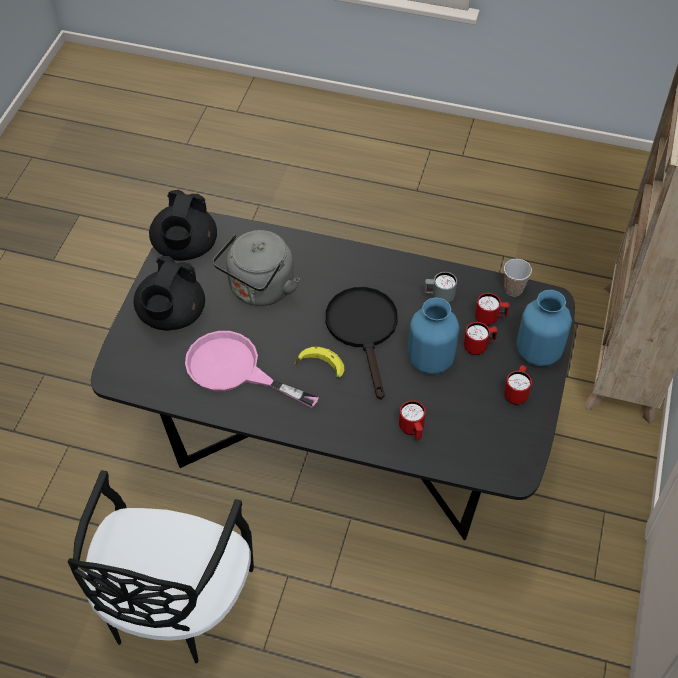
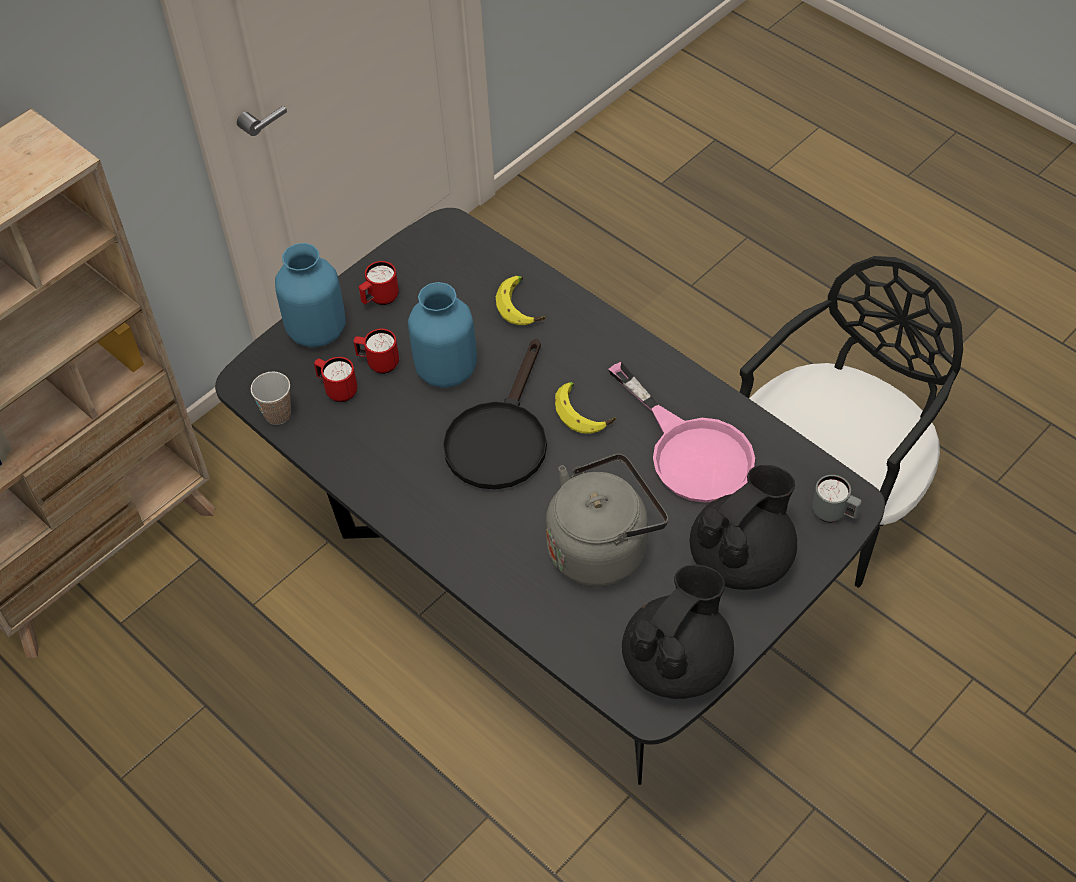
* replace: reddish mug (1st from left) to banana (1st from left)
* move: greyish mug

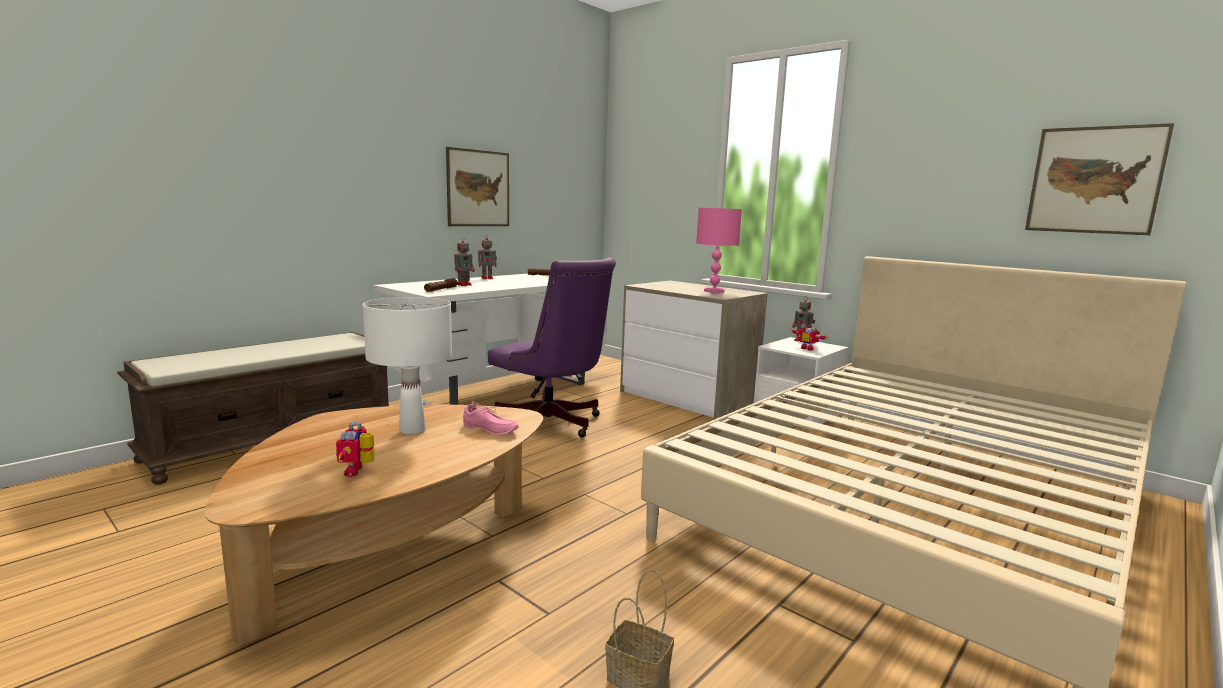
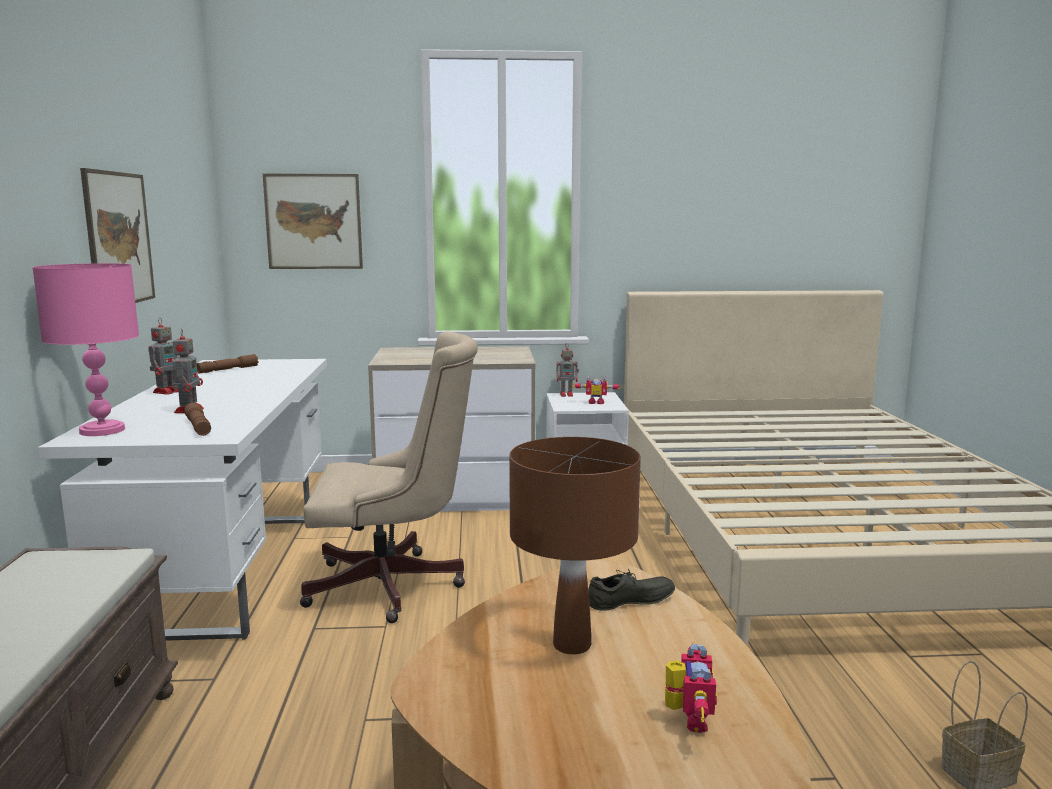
* rotate: robot figure (1st from left in the first image) 120 degrees counterclockwise
* recolor: white-coloured table lamp to brown table lamp
* recolor: pink-coloured low shoe to greyish low shoe
* recolor: purple desk chair to sand-coloured desk chair
* move: pink-coloured table lamp
* move: picture (2nd from left)

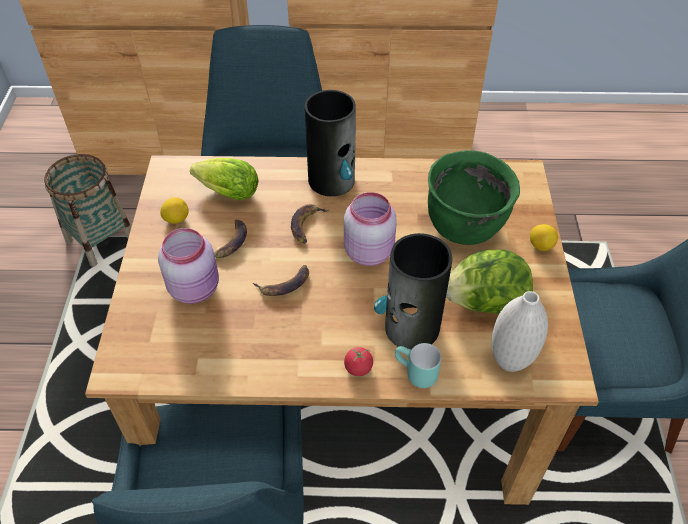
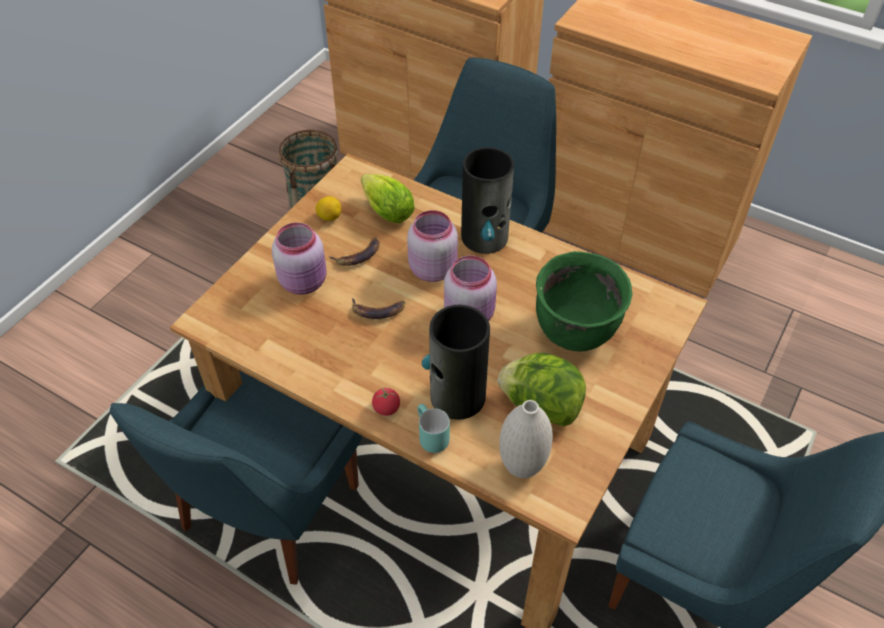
* replace: banana (3rd from left) to pink-coloured preserve jar (2nd from left)
* delete: whole lemon (2nd from left)

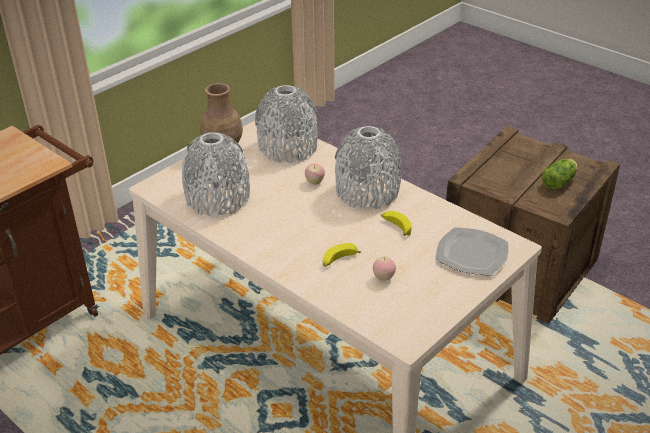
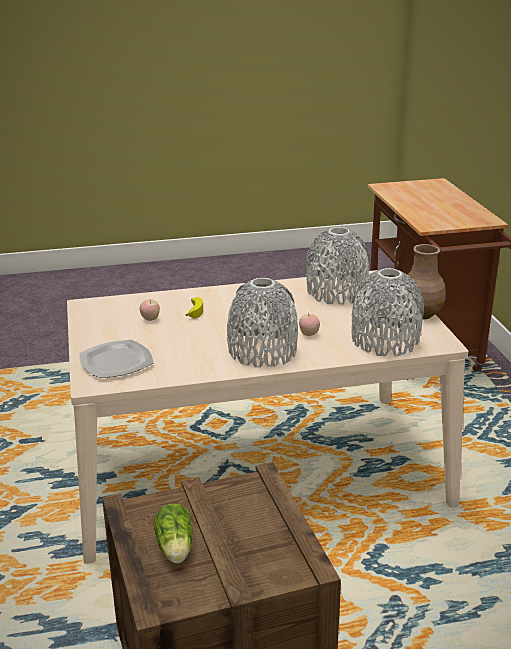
* delete: banana (2nd from left)

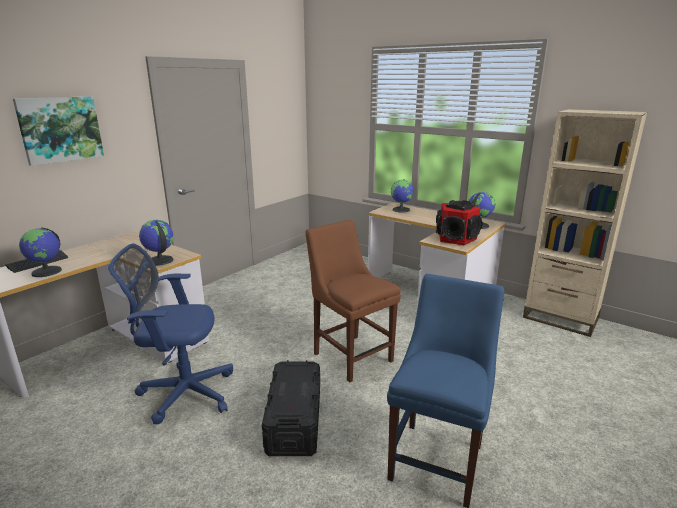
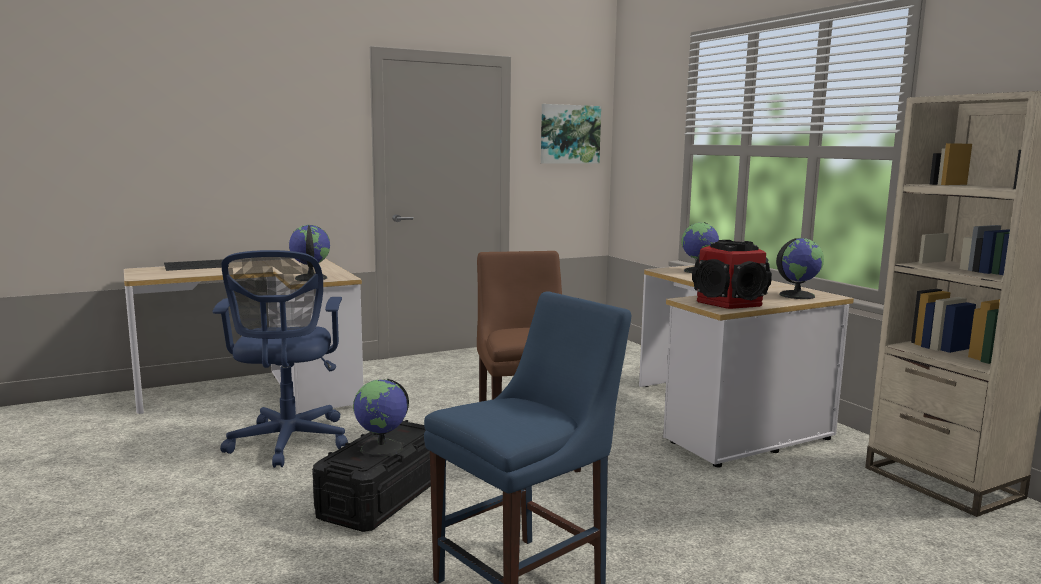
* move: picture
* move: desk globe (1st from left in the first image) to desk globe (2nd from left)
* rotate: blue-coloured desk chair 120 degrees counterclockwise

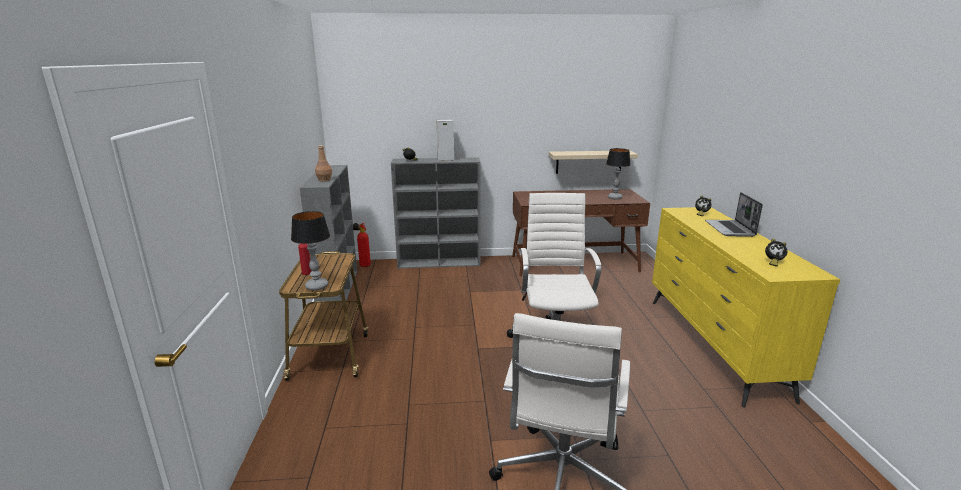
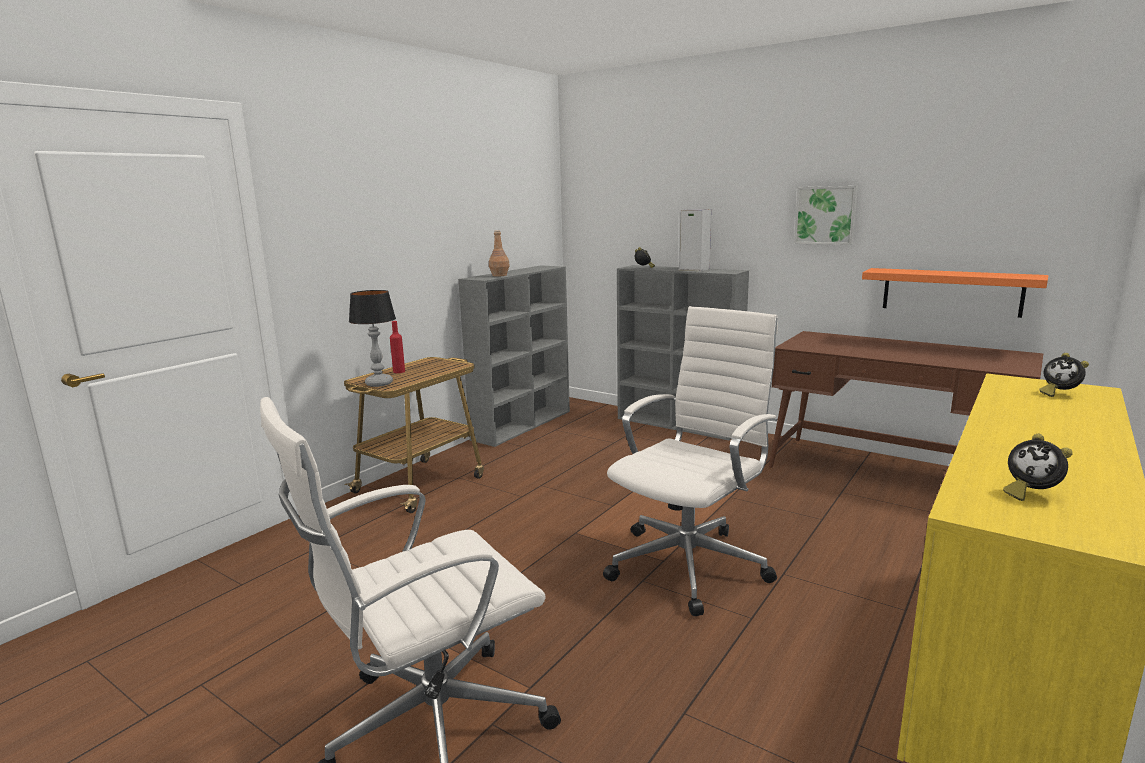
* delete: fire extinguisher
* recolor: sand-coloured shelf to orange-coloured shelf
* delete: table lamp (2nd from left)
* delete: portable computer
* insert: picture

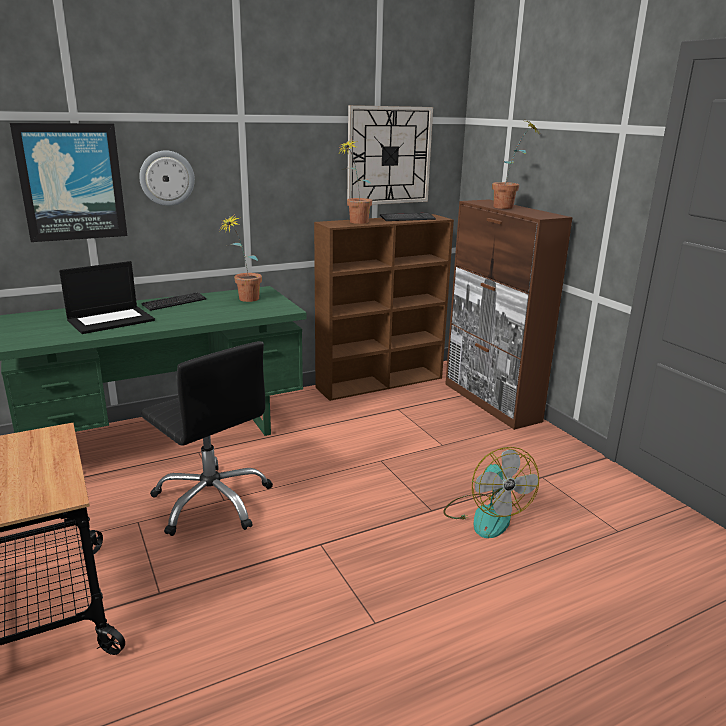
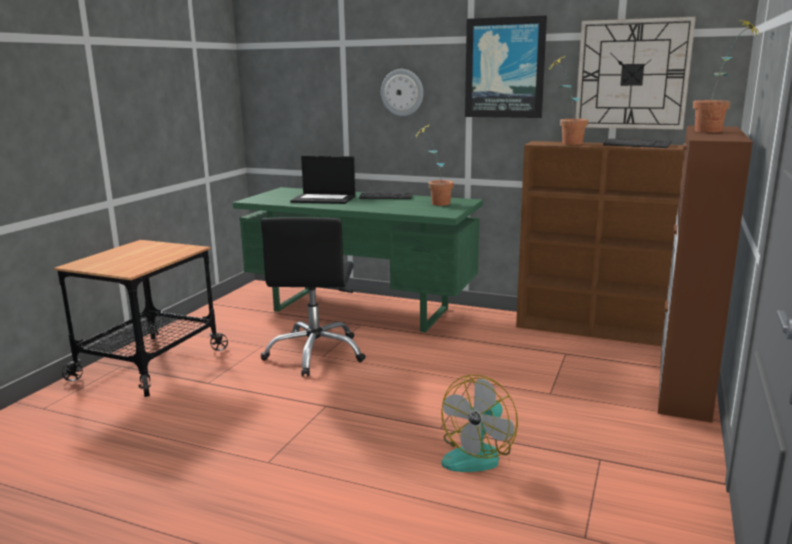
* move: picture

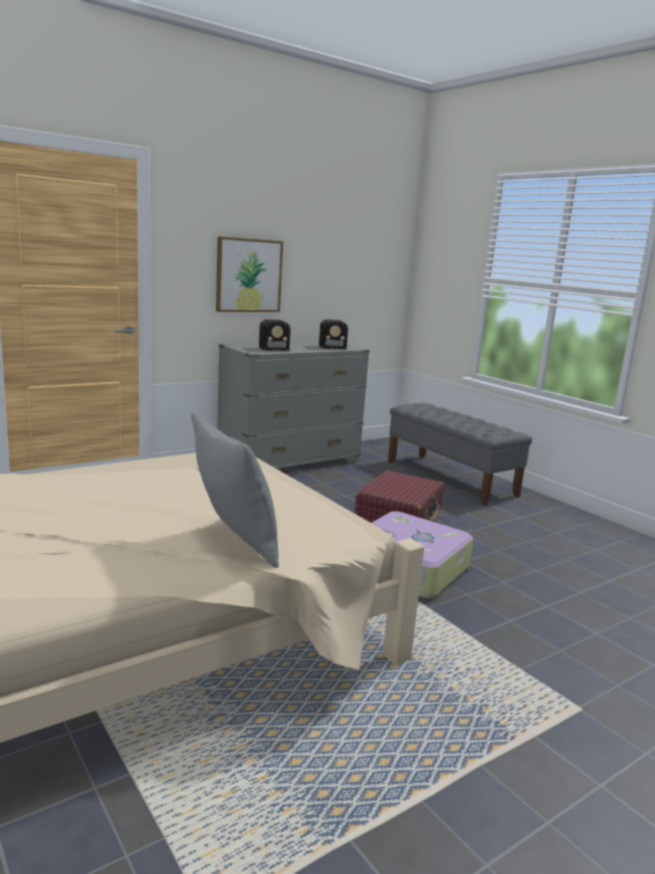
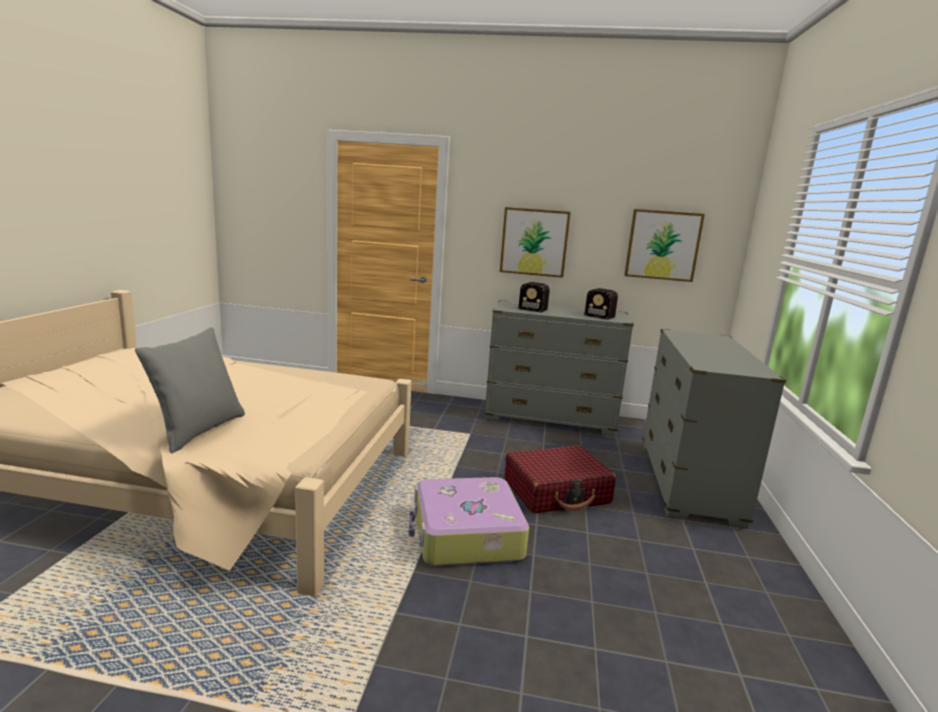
* replace: greyish bench to greyish chest of drawers (2nd from left)
* insert: picture (2nd from left)

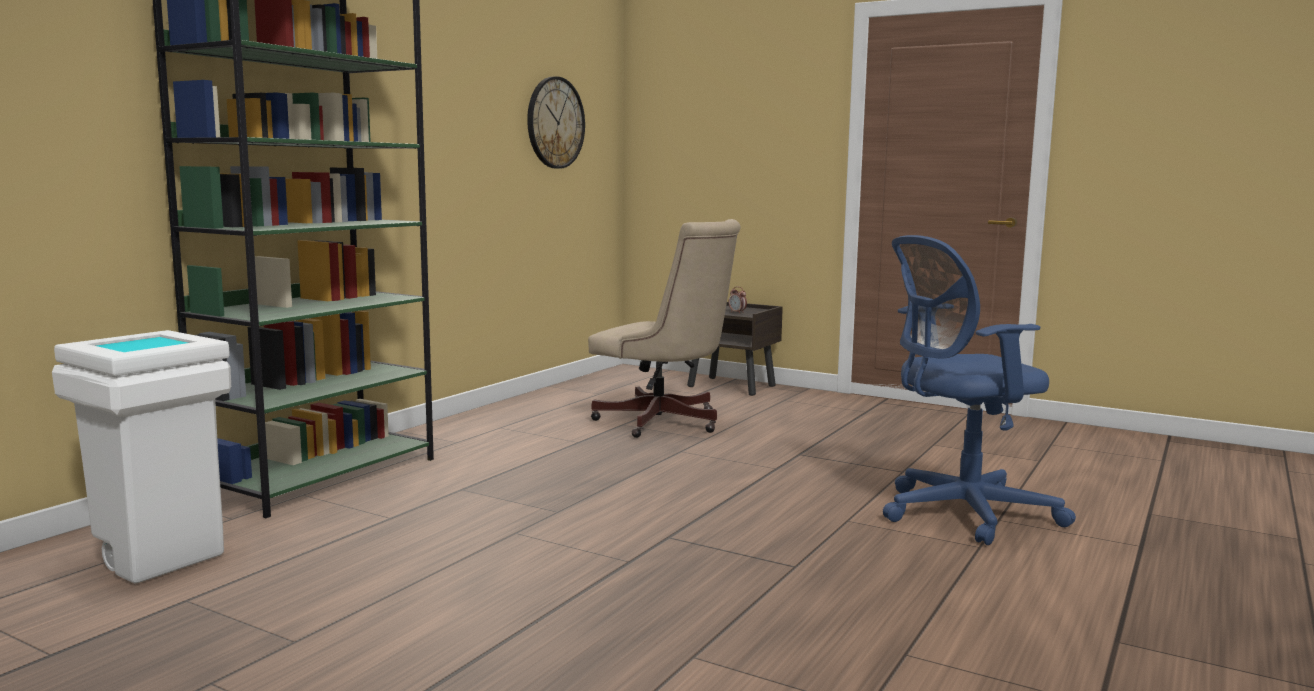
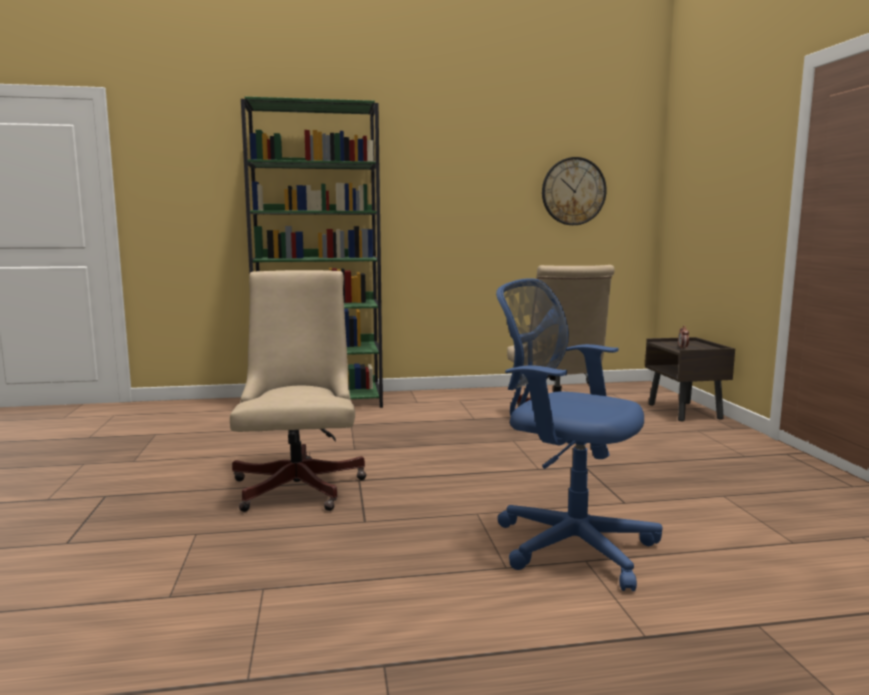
* delete: white-coloured rubbish bin
* insert: sand-coloured desk chair (1st from left)

